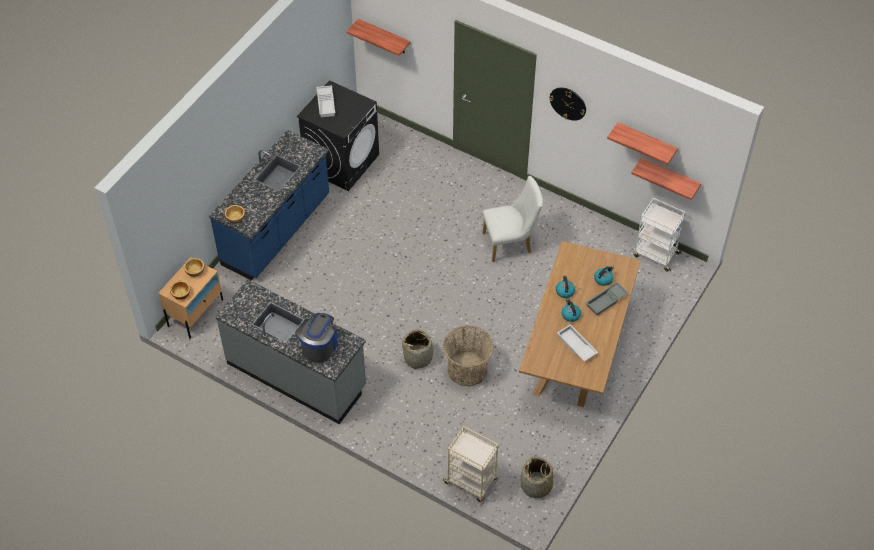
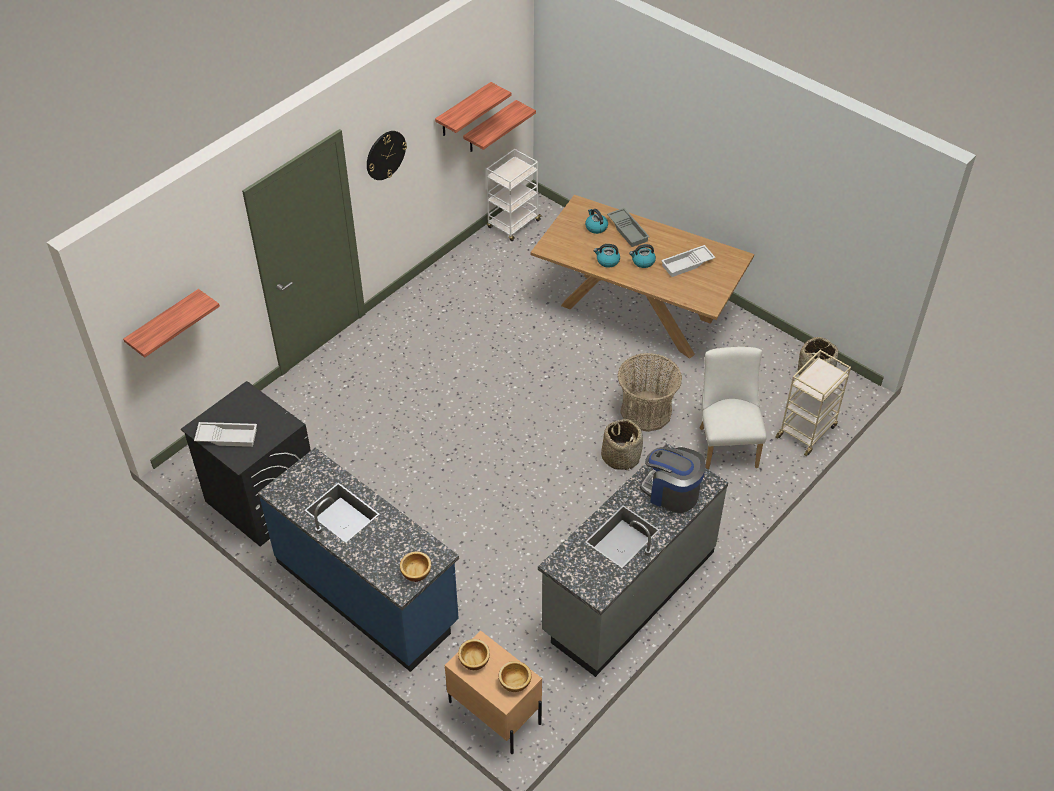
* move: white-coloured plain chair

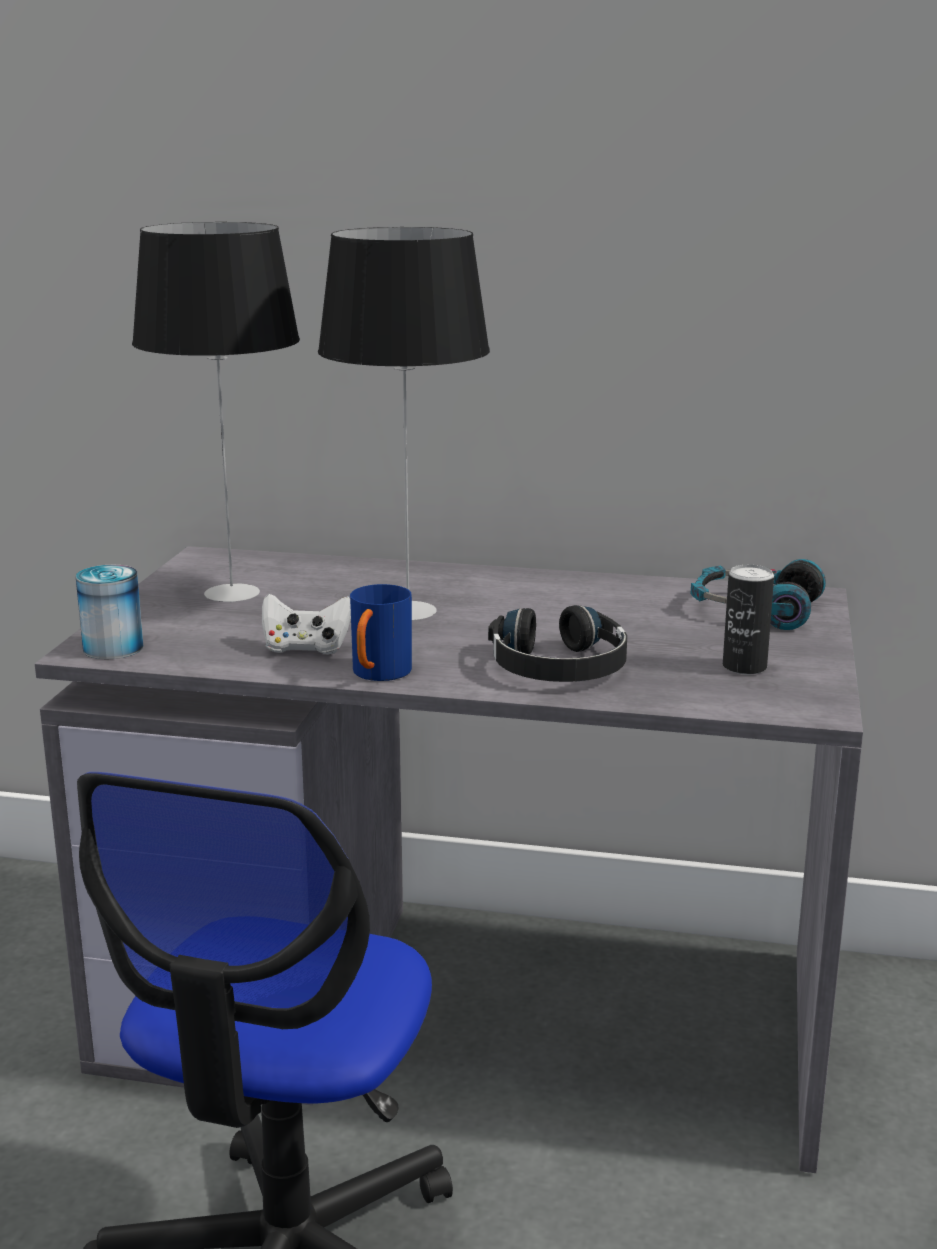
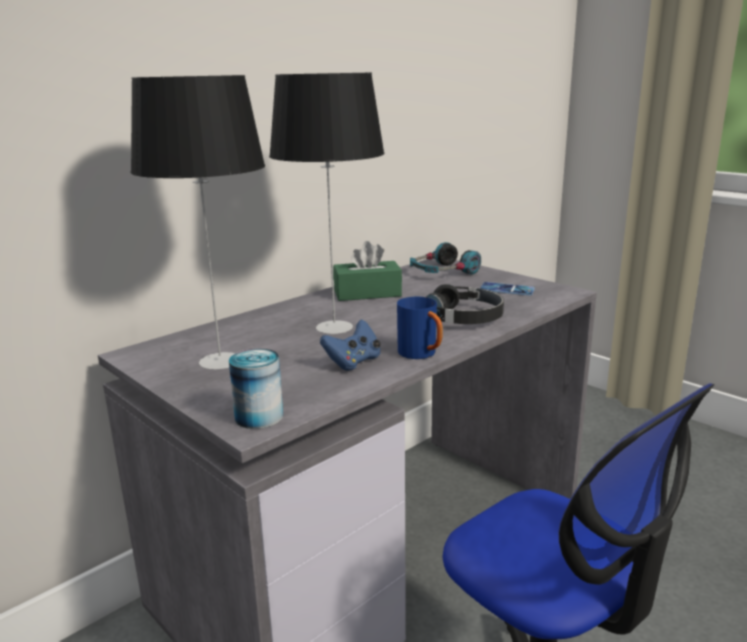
* recolor: white-coloured joypad to blue-coloured joypad
* replace: metal can (2nd from left) to handset
* insert: greenish tissue holder

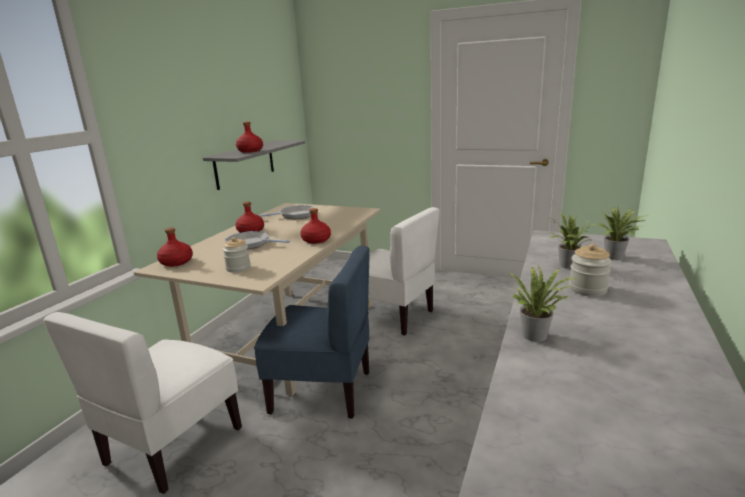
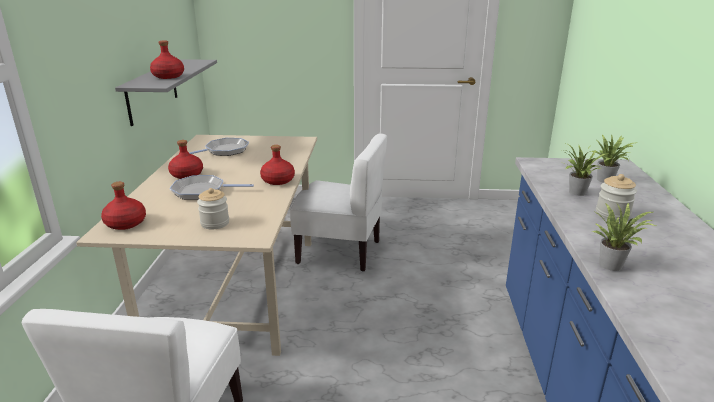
* delete: blue-coloured plain chair

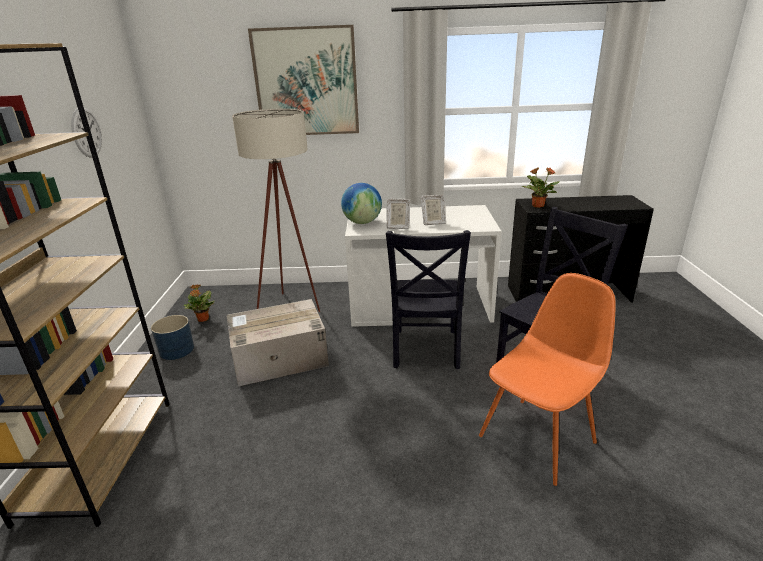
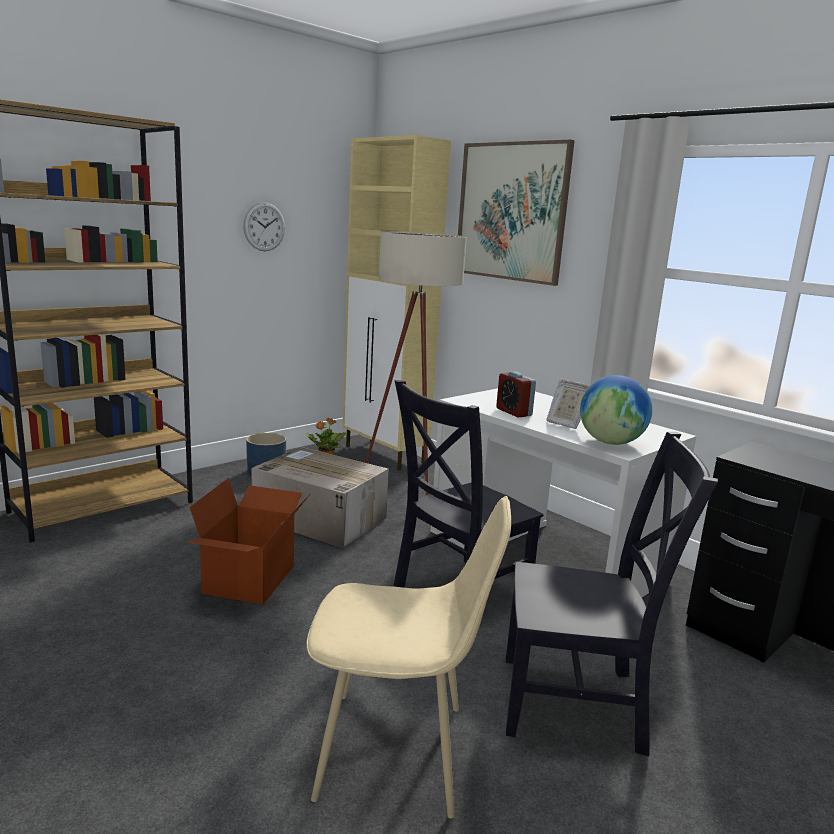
* move: desk globe
* replace: picture frame (1st from left) to alarm clock
* recolor: orange-coloured plain chair to sand-coloured plain chair
* delete: plant in a pot (2nd from left)
* insert: packing box (1st from left)
* insert: sand-coloured cupboard

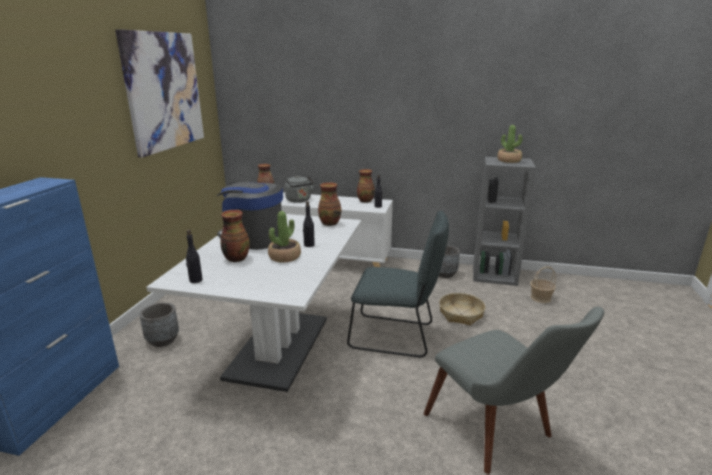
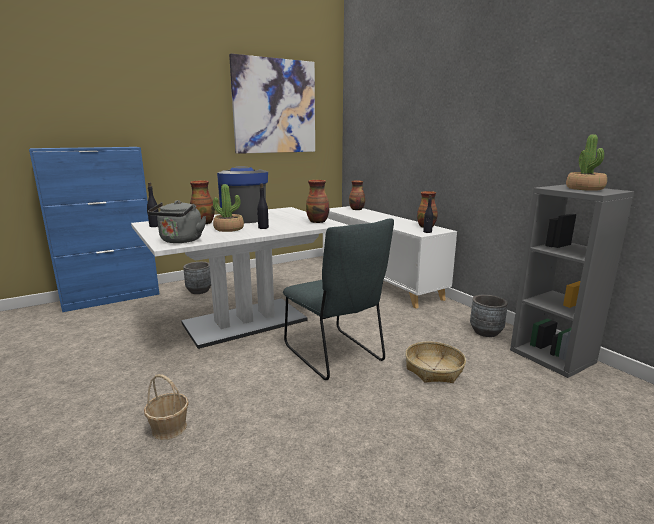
* move: greyish water kettle
* delete: greyish plain chair (2nd from left)
* move: basket (2nd from left in the first image) to basket (1st from left)

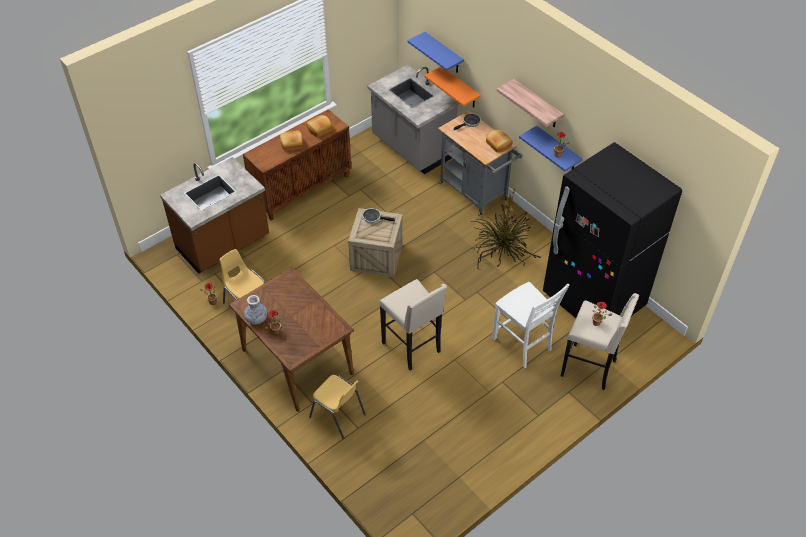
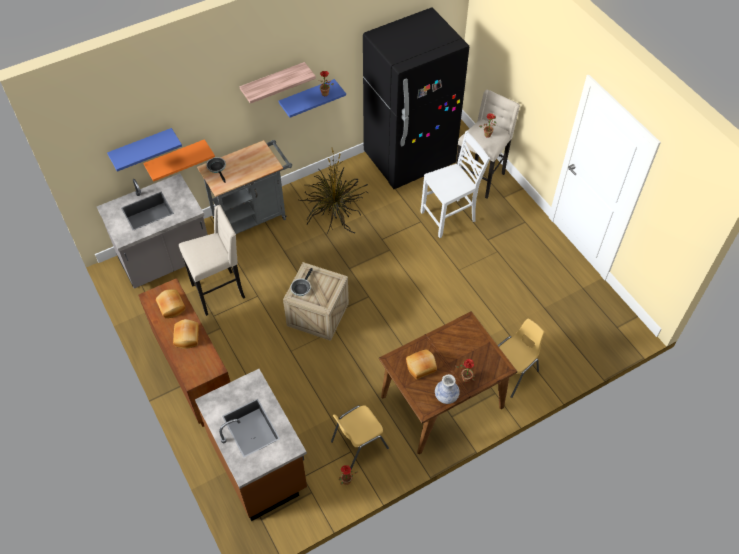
* move: sand-coloured stool seat (1st from left)
* move: bread (3rd from left)

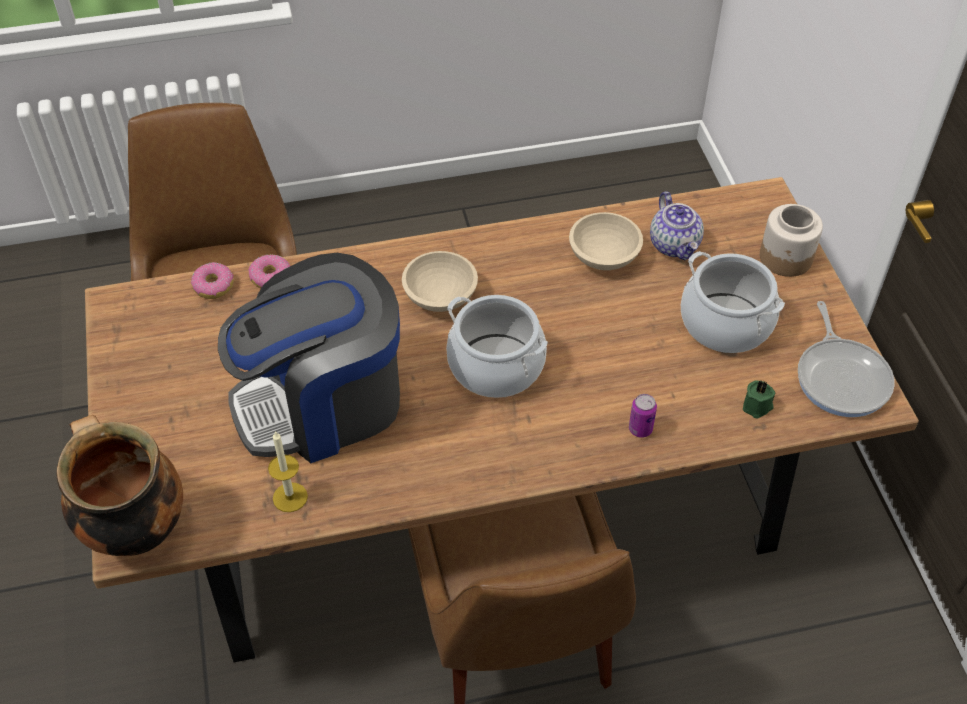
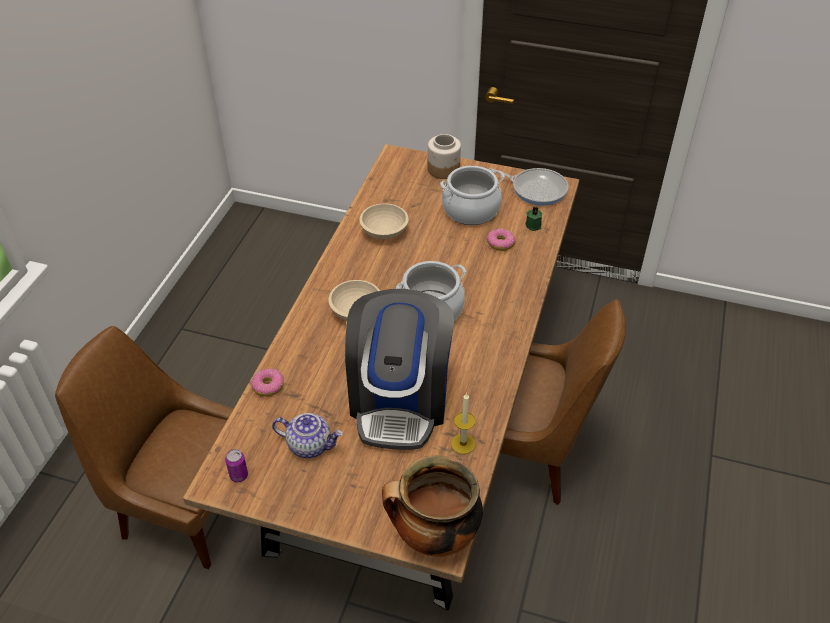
* move: ring doughnut (1st from left in the first image) to ring doughnut (2nd from left)
* move: metal can
* move: teapot

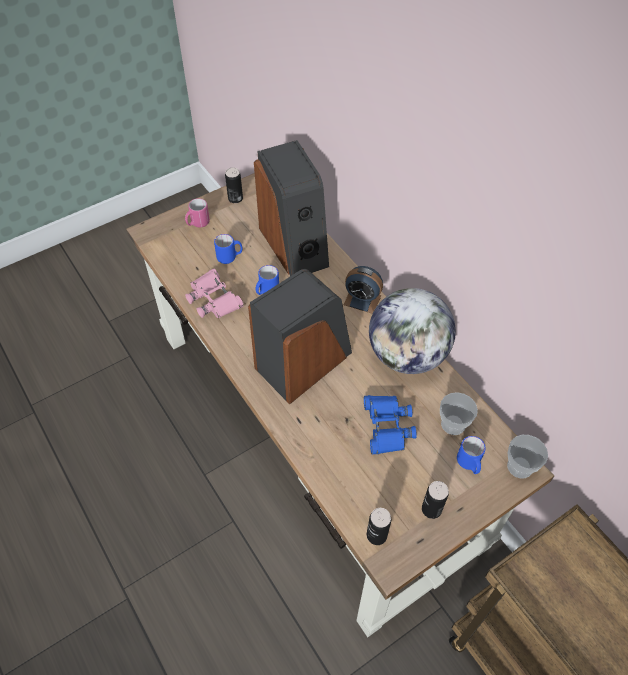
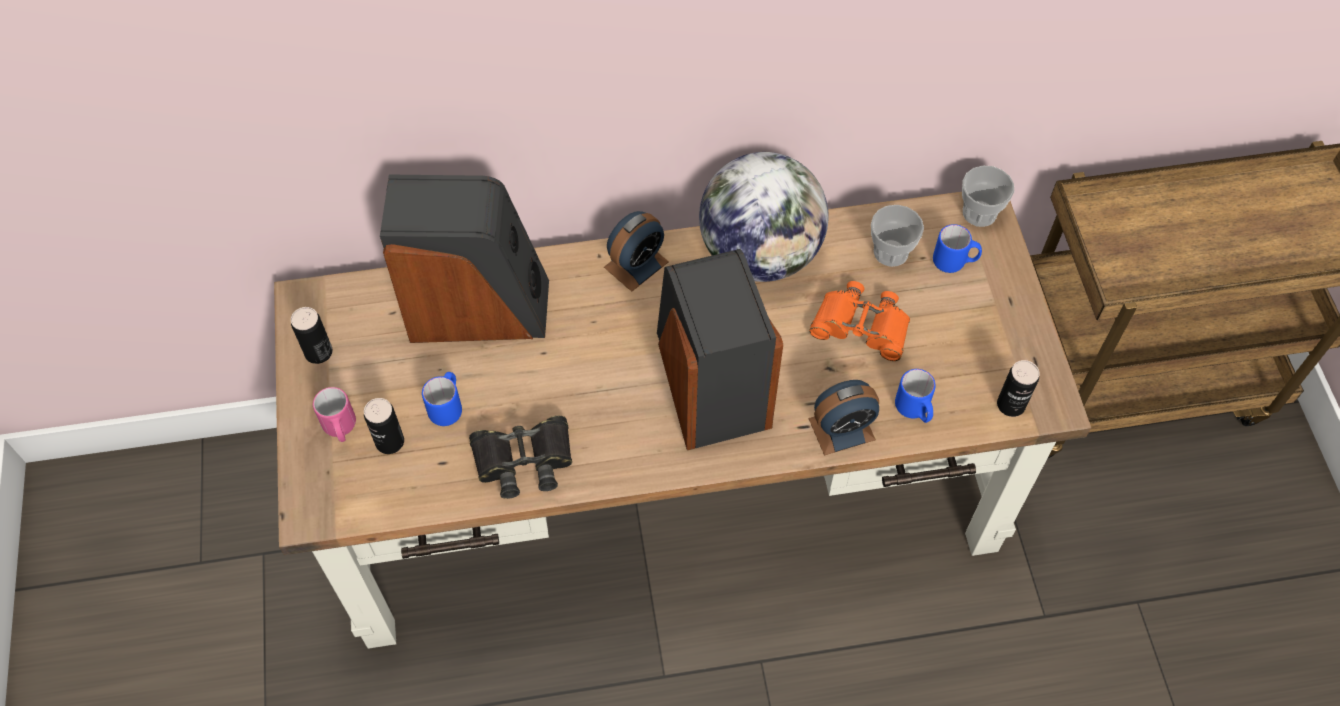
* recolor: pink-coloured pair of binoculars to black pair of binoculars
* move: blue-coloured mug (2nd from left)
* recolor: blue-coloured pair of binoculars to orange-coloured pair of binoculars
* move: metal can (3rd from left in the first image) to metal can (2nd from left)
* insert: alarm clock (2nd from left)

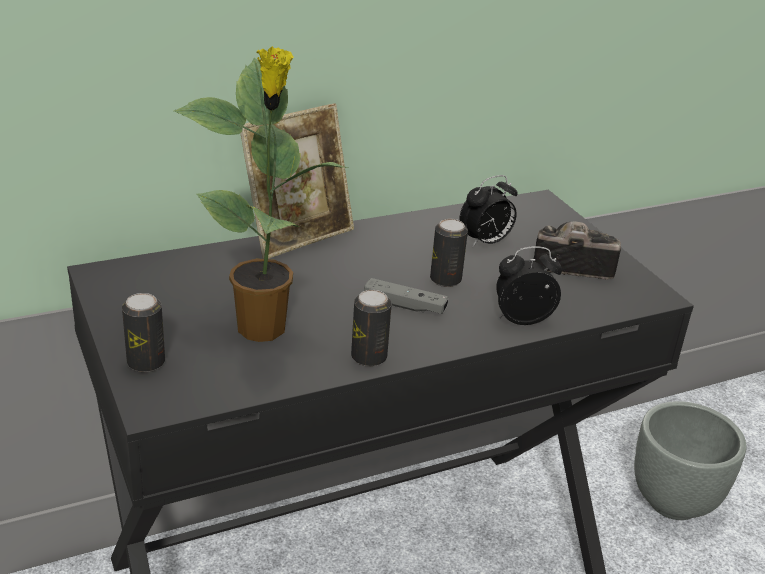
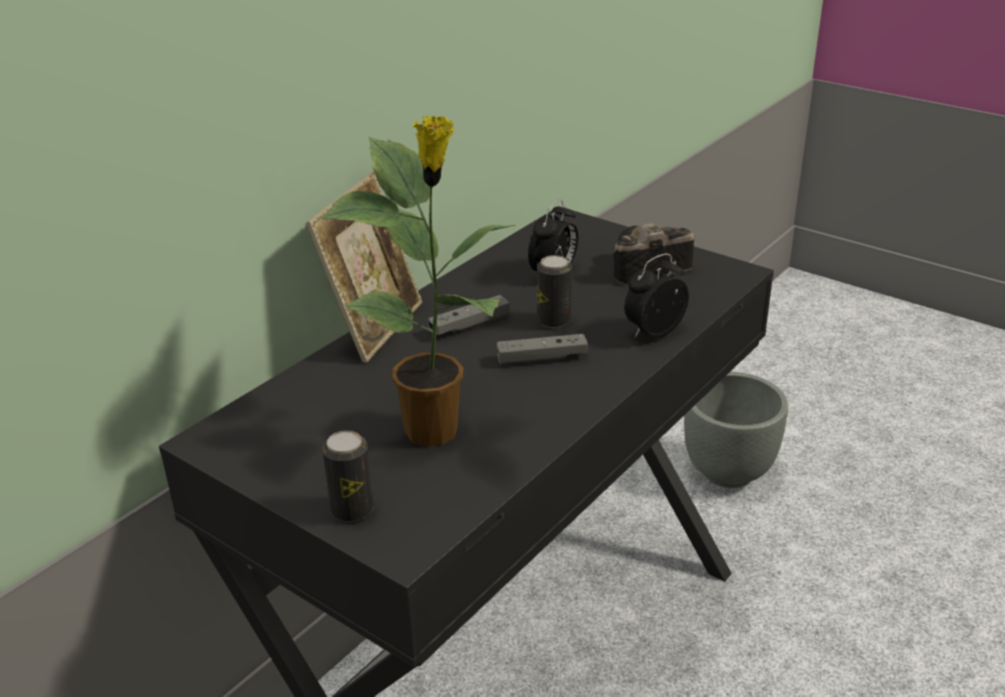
* delete: metal can (2nd from left)
* insert: greyish joypad (1st from left)

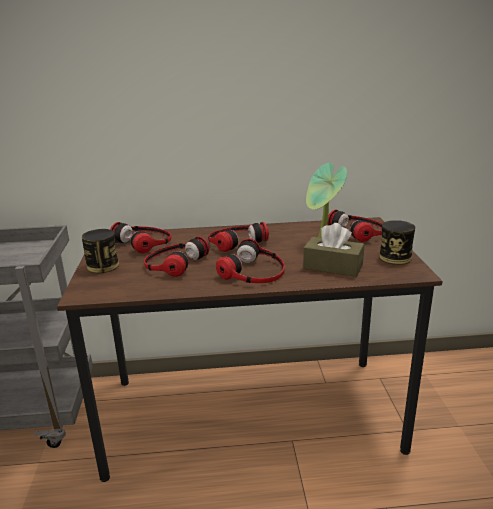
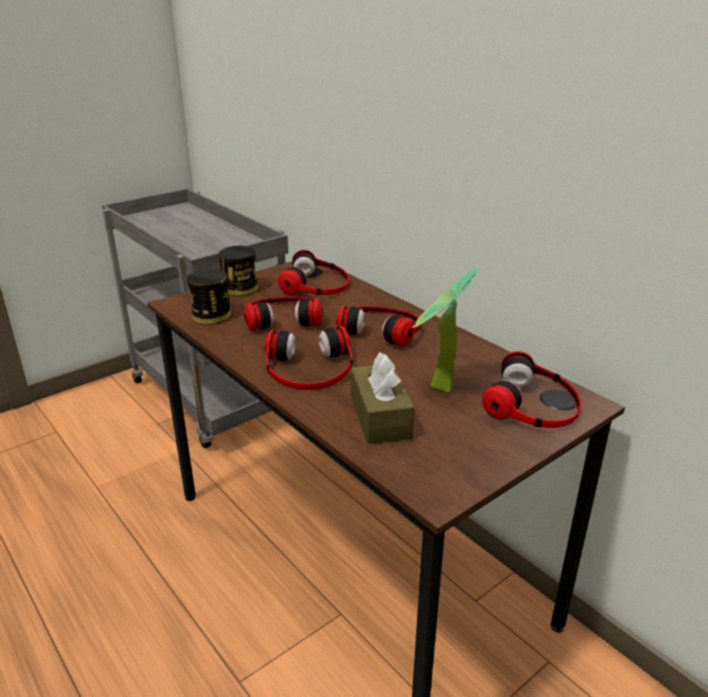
* move: metal can (2nd from left in the first image) to metal can (1st from left)

